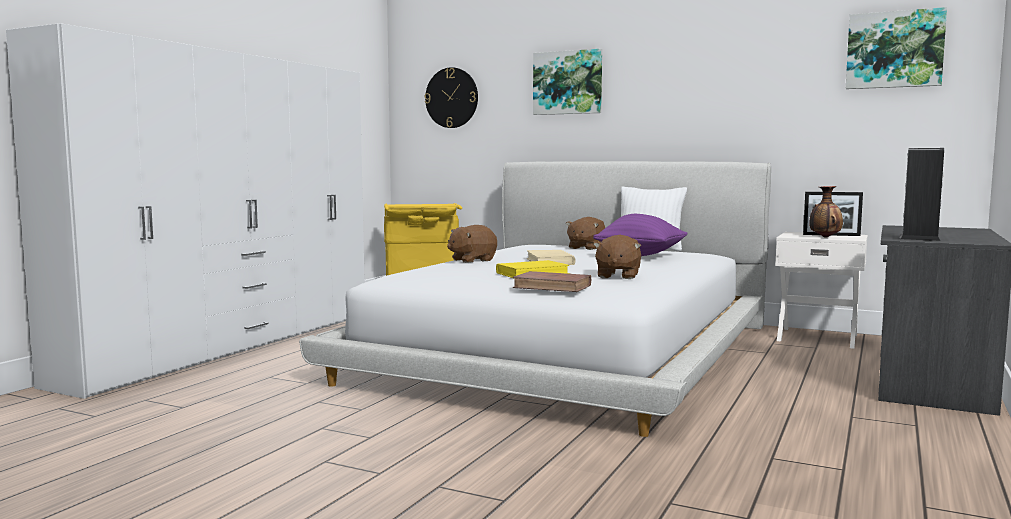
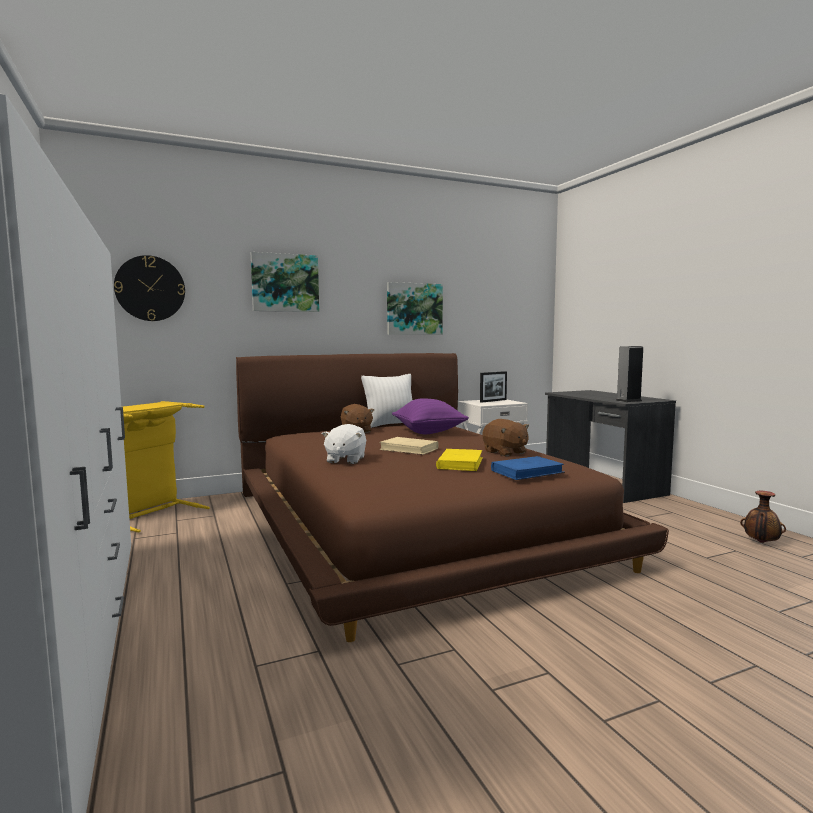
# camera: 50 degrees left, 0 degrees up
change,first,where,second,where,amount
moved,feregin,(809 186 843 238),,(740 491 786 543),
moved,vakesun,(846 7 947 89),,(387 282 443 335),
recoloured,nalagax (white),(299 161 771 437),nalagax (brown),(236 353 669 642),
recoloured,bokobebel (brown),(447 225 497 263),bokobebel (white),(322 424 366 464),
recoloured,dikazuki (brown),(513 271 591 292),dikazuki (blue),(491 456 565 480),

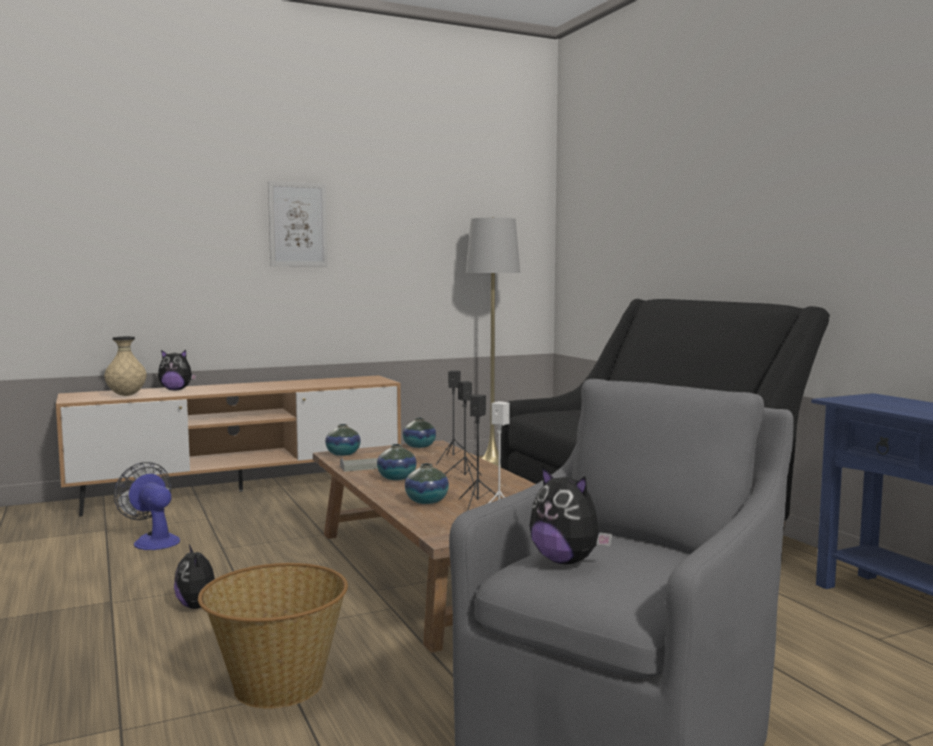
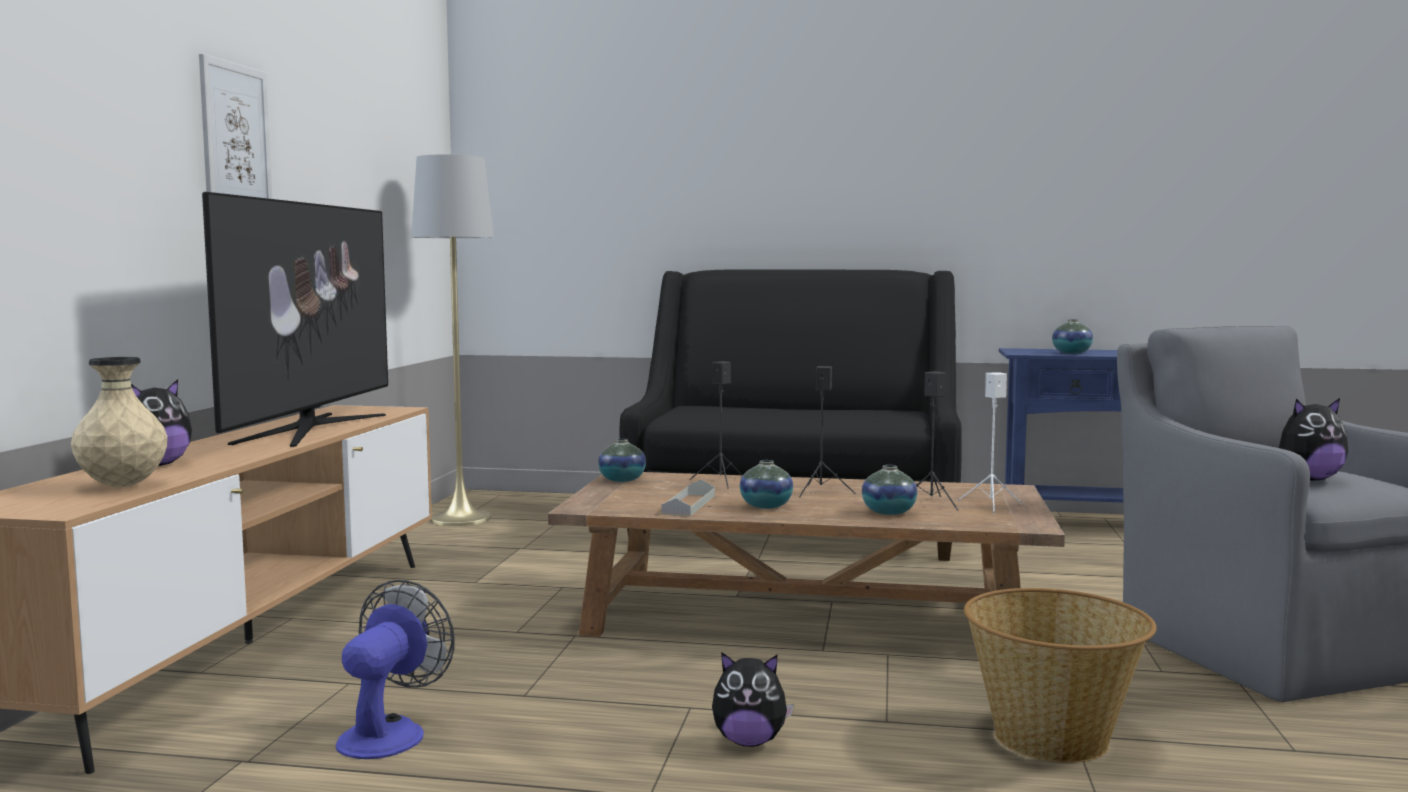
# camera: 55 degrees left, 0 degrees up
change,first,where,second,where,amount
added,,,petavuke,(202 192 388 447),
moved,feregin,(325 424 361 456),,(1052 319 1093 354),
turned,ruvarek,(114 462 180 550),,(336 580 455 759),120 degrees clockwise

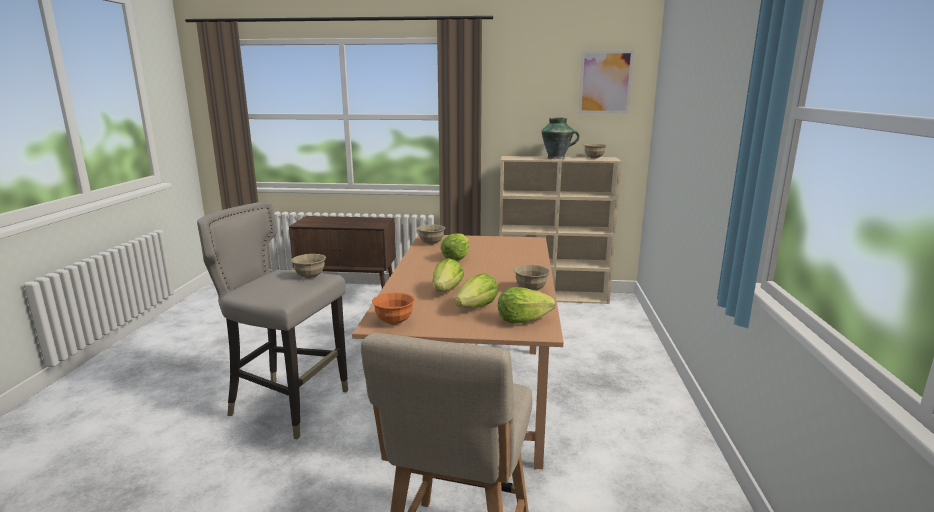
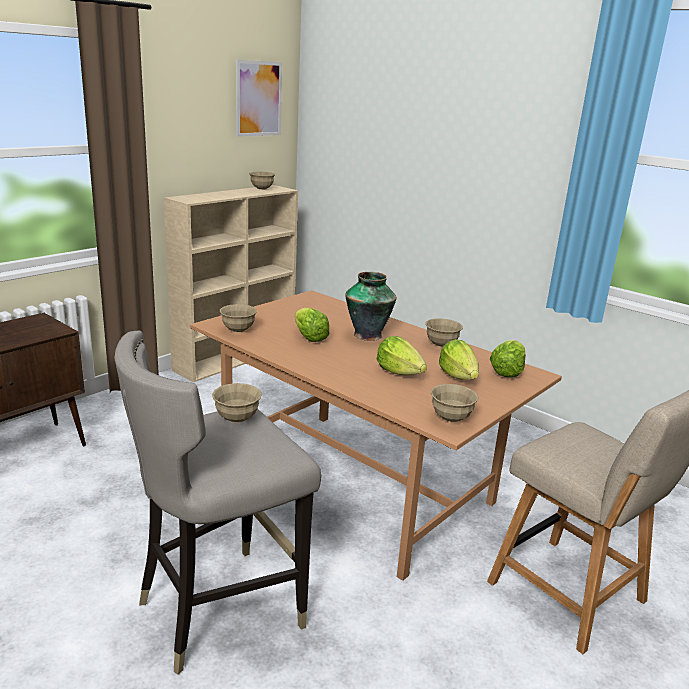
# camera: 55 degrees left, 5 degrees up
change,first,where,second,where,amount
moved,feregin,(542 118 579 159),,(345 272 397 341),
recoloured,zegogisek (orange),(372 292 415 325),zegogisek (beige),(430 384 479 422),

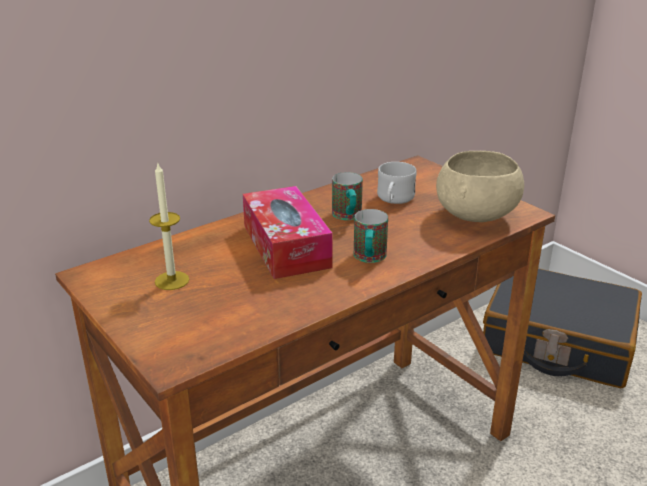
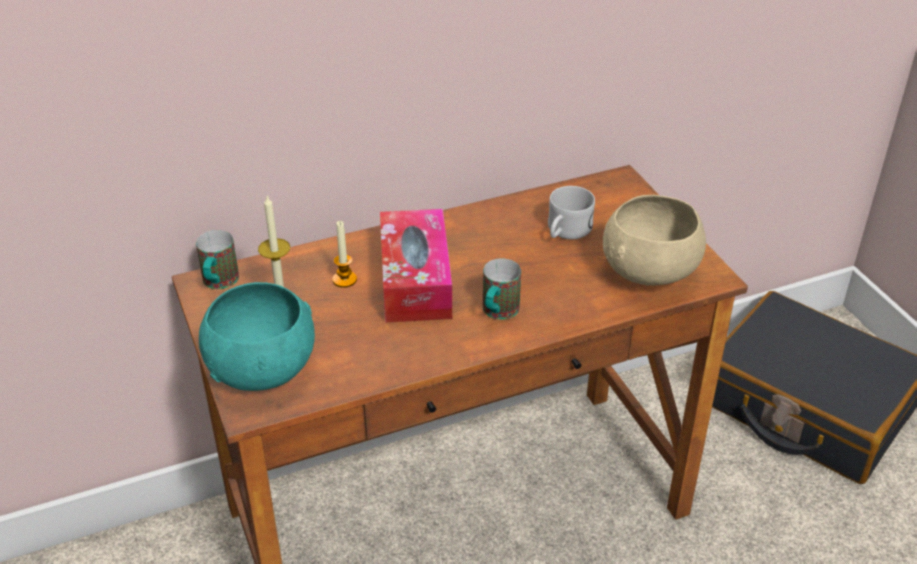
# camera: 15 degrees right, 10 degrees up
change,first,where,second,where,amount
added,,,zegogisek (turquoise),(199 282 315 391),
added,,,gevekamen,(332 221 357 288),
moved,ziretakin,(332 172 363 220),,(196 230 239 289),

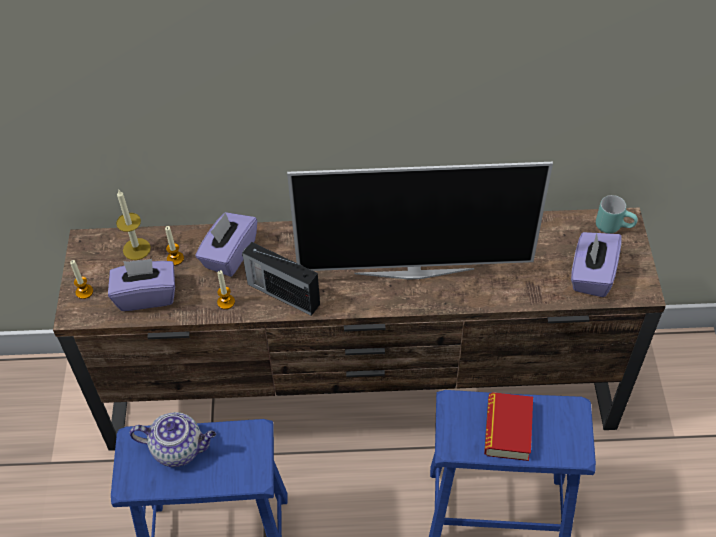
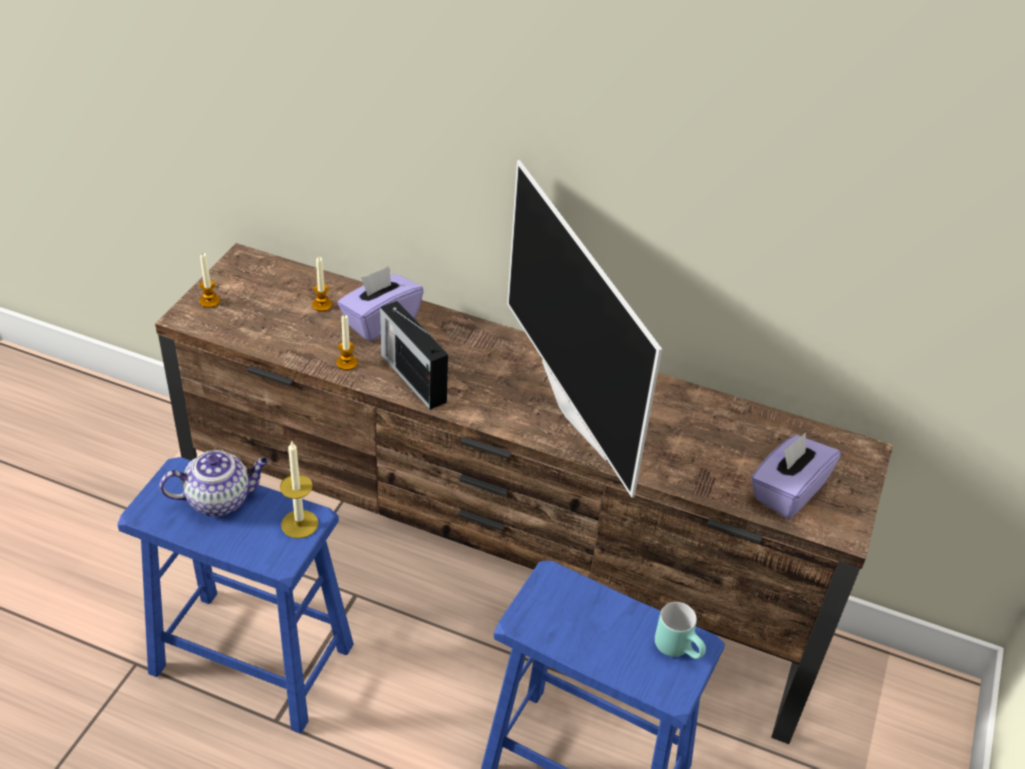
# camera: 20 degrees right, 10 degrees down
change,first,where,second,where,amount
removed,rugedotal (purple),(108 259 175 311),,,
removed,dikazuki,(484 392 533 461),,,
moved,gevekamen,(116 189 151 260),,(280 440 319 539),
moved,ziretakin (turquoise),(596 195 638 233),,(655 602 706 659),
turned,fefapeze,(130 412 216 467),,(160 450 269 516),45 degrees counterclockwise
turned,petavuke,(287 162 553 280),,(507 160 662 498),45 degrees clockwise

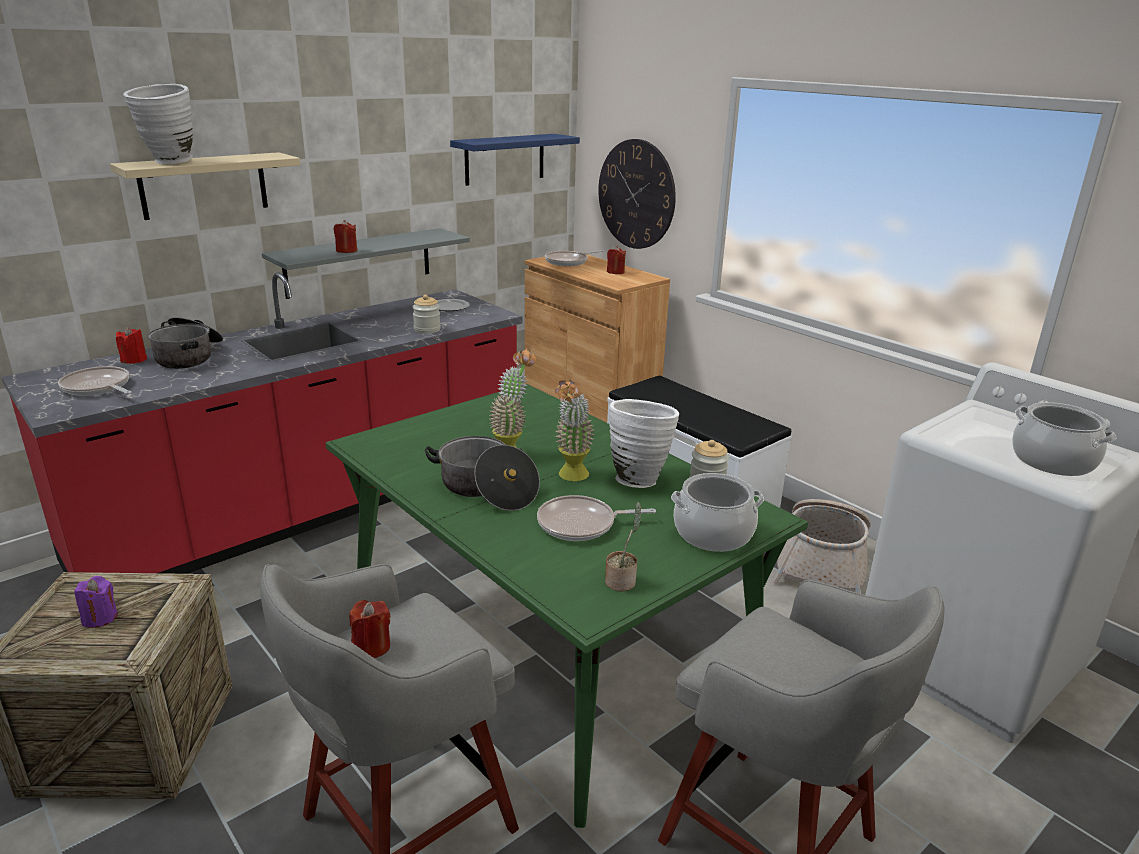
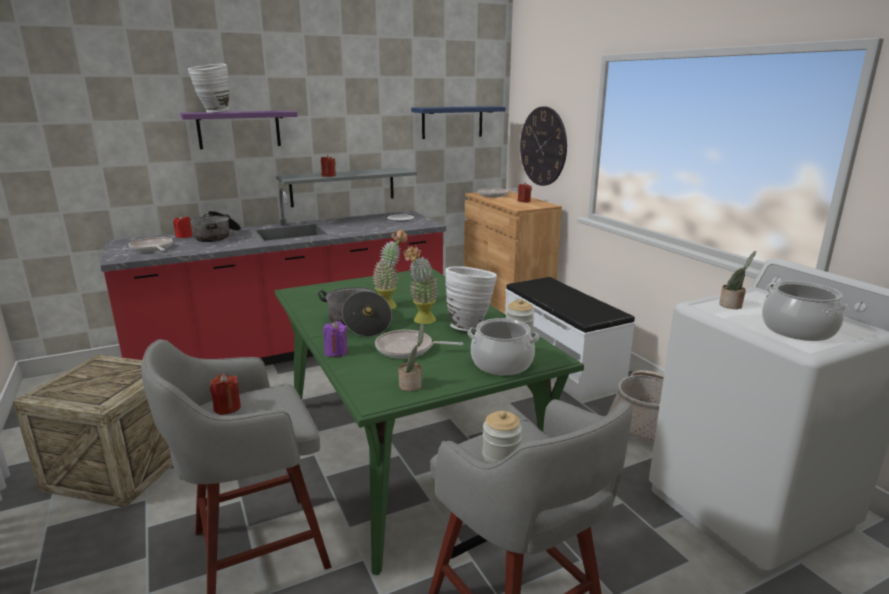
# camera: 15 degrees right, 5 degrees down
change,first,where,second,where,amount
added,,,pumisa,(719 251 756 309),
moved,gevekamen (purple),(74 576 118 628),,(323 321 348 357),
moved,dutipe,(412 295 441 334),,(482 411 522 464),
recoloured,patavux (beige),(110 152 301 220),patavux (purple),(180 110 298 149),

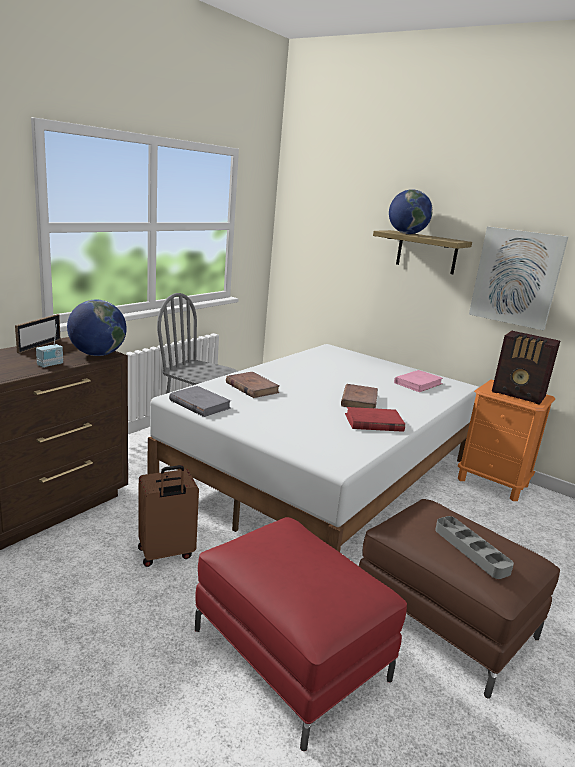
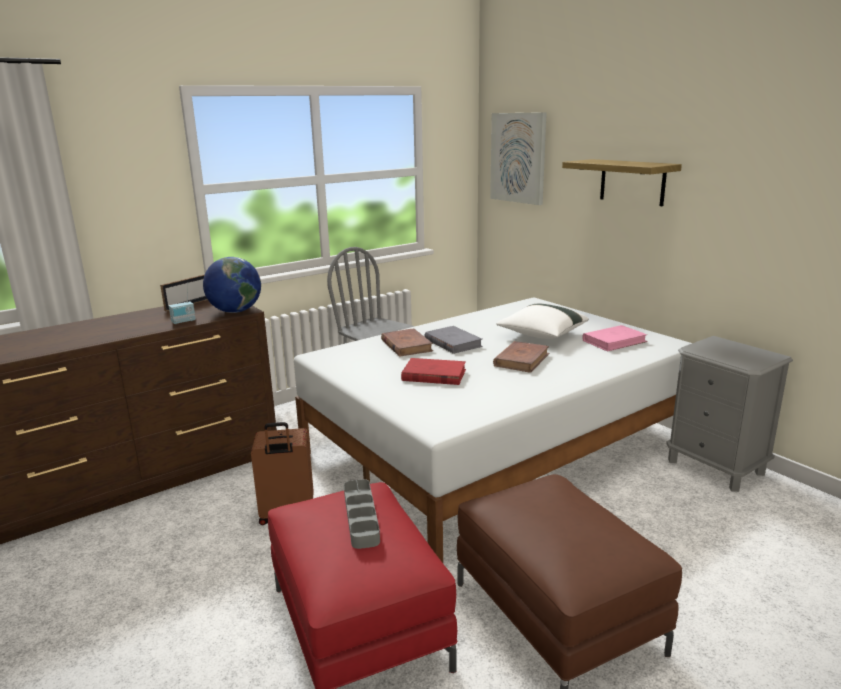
# camera: 20 degrees right, 0 degrees up
change,first,where,second,where,amount
removed,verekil,(389 189 433 234),,,
removed,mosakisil,(492 331 560 404),,,
added,,,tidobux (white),(496 304 589 339),
moved,dikazuki (grey),(169 386 231 417),,(424 326 483 354),
moved,dikazuki (red),(345 407 405 432),,(401 358 466 385),
moved,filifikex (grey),(435 516 514 579),,(344 479 380 549),
moved,vakesun,(469 226 568 330),,(490 112 547 205),
recoloured,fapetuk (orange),(458 379 555 501),fapetuk (grey),(666 336 793 492),

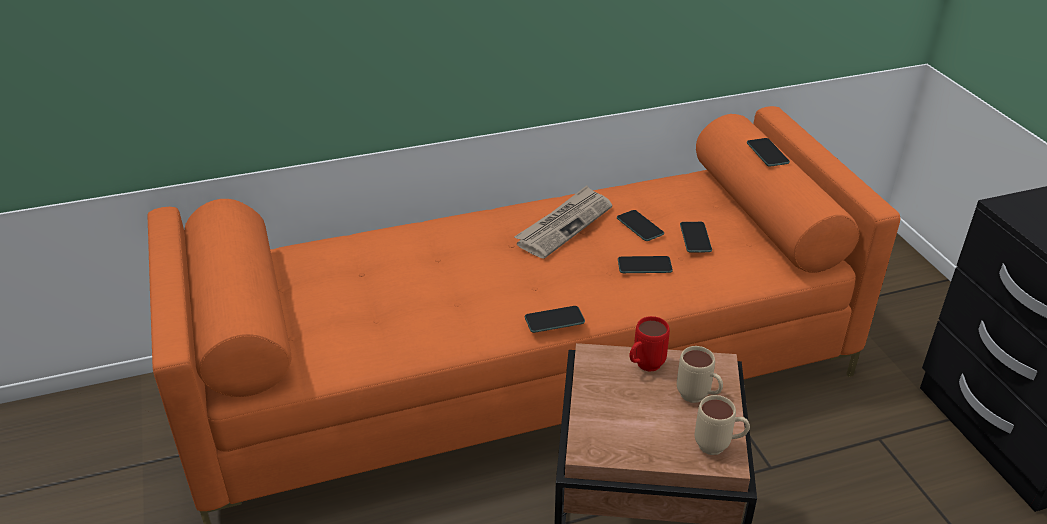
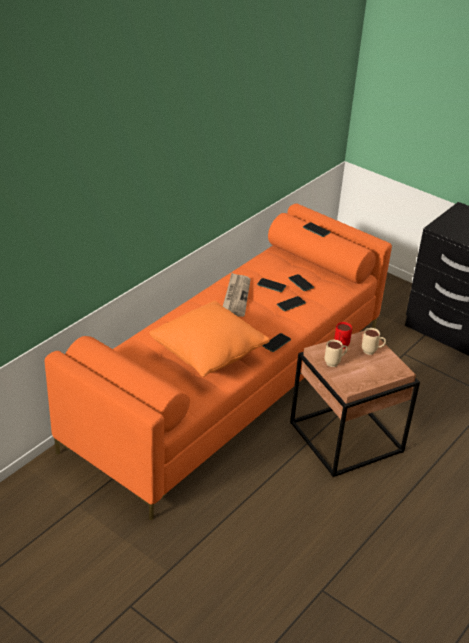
# camera: 35 degrees left, 0 degrees up
change,first,where,second,where,amount
added,,,tidobux (orange),(149 300 269 377),
moved,ziretakin (beige),(695 395 750 455),,(325 340 348 367),

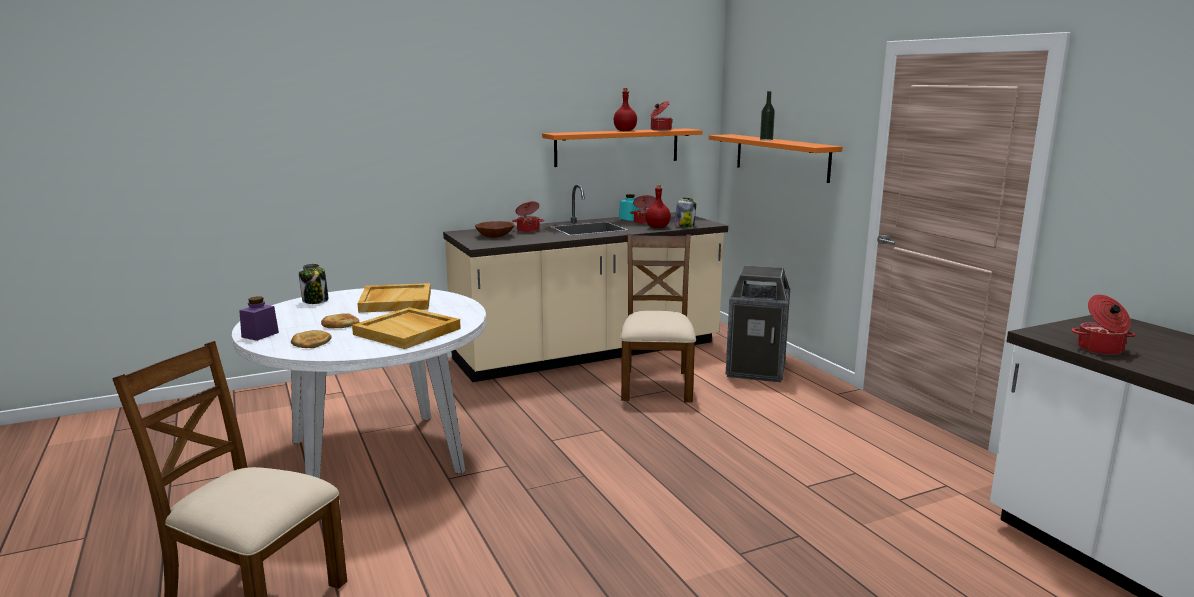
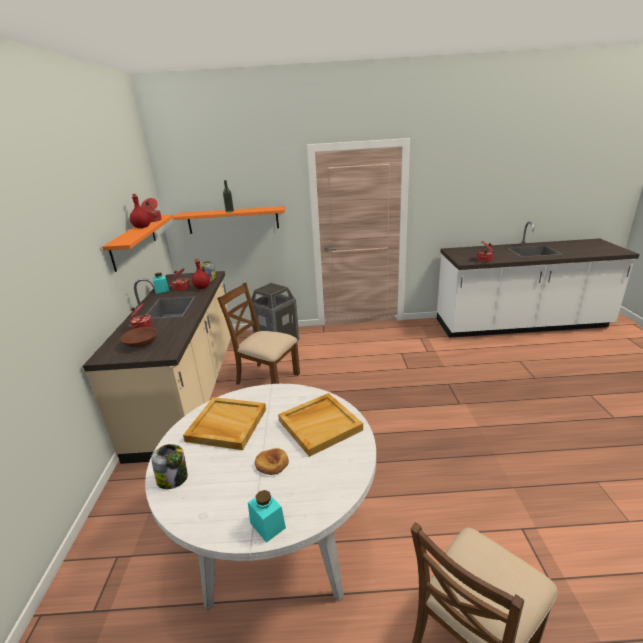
# camera: 65 degrees left, 10 degrees up
change,first,where,second,where,amount
removed,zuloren,(291 330 331 348),,,
recoloured,dutipe (purple),(239 297 279 341),dutipe (turquoise),(248 490 286 543),

